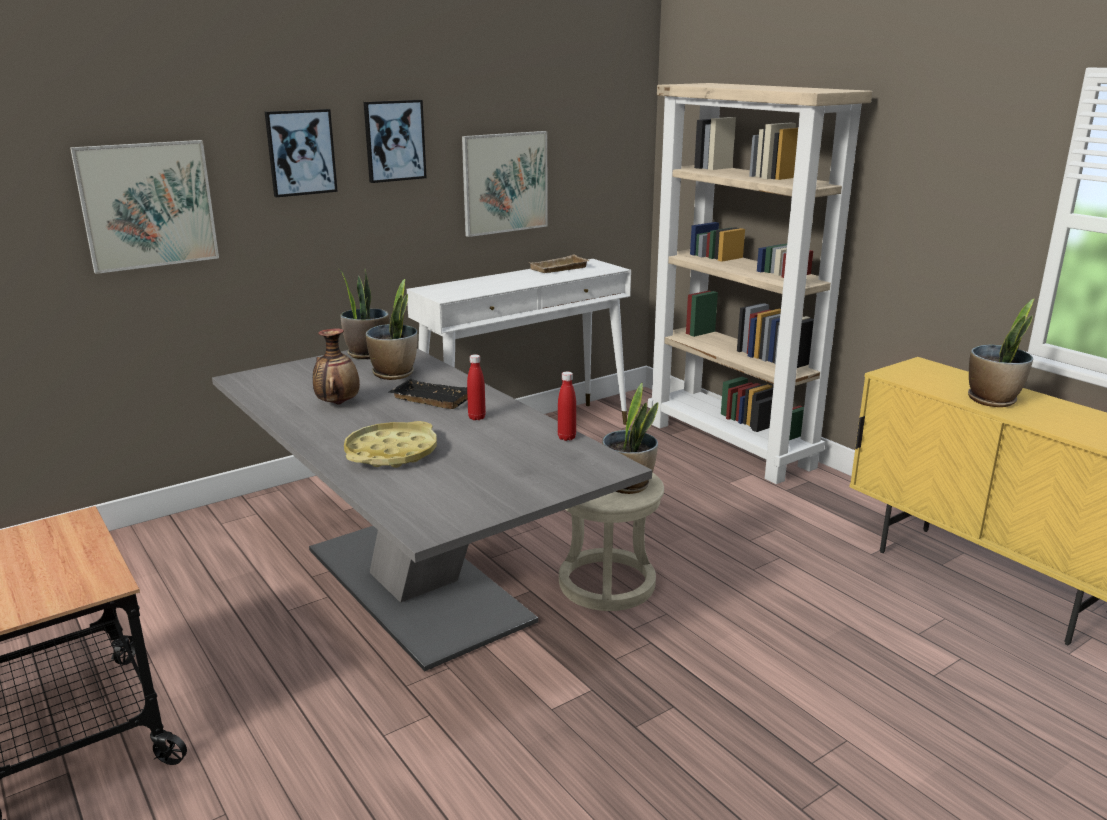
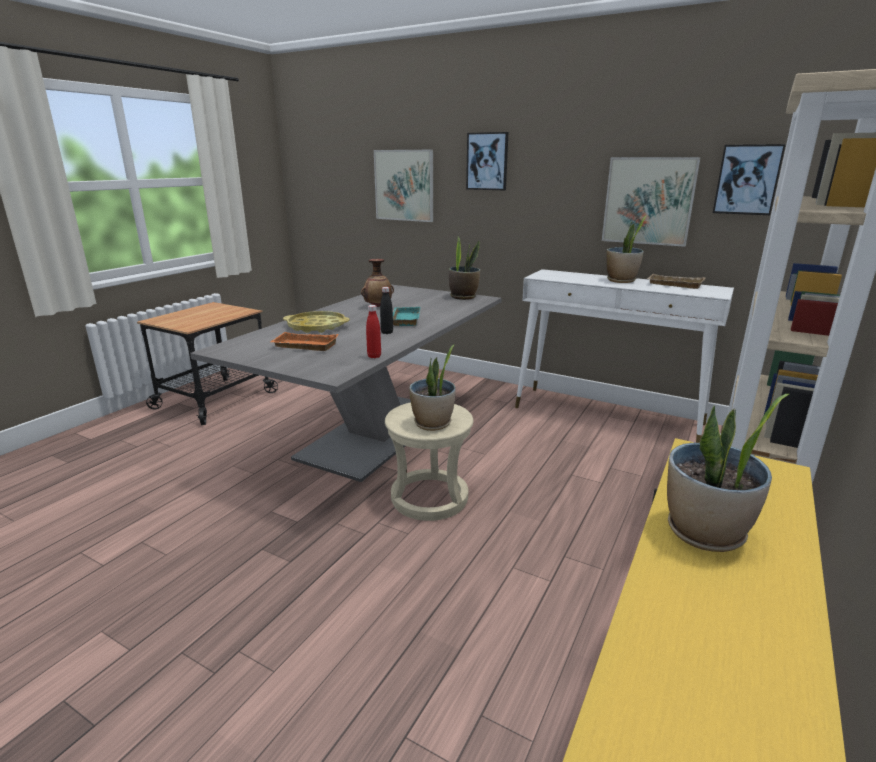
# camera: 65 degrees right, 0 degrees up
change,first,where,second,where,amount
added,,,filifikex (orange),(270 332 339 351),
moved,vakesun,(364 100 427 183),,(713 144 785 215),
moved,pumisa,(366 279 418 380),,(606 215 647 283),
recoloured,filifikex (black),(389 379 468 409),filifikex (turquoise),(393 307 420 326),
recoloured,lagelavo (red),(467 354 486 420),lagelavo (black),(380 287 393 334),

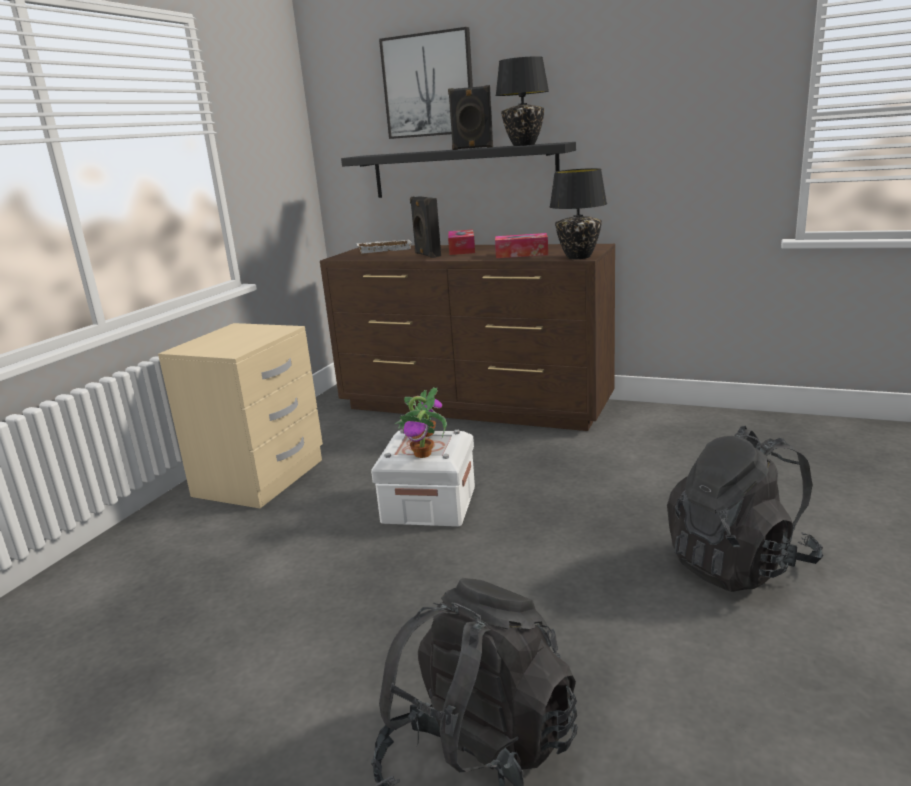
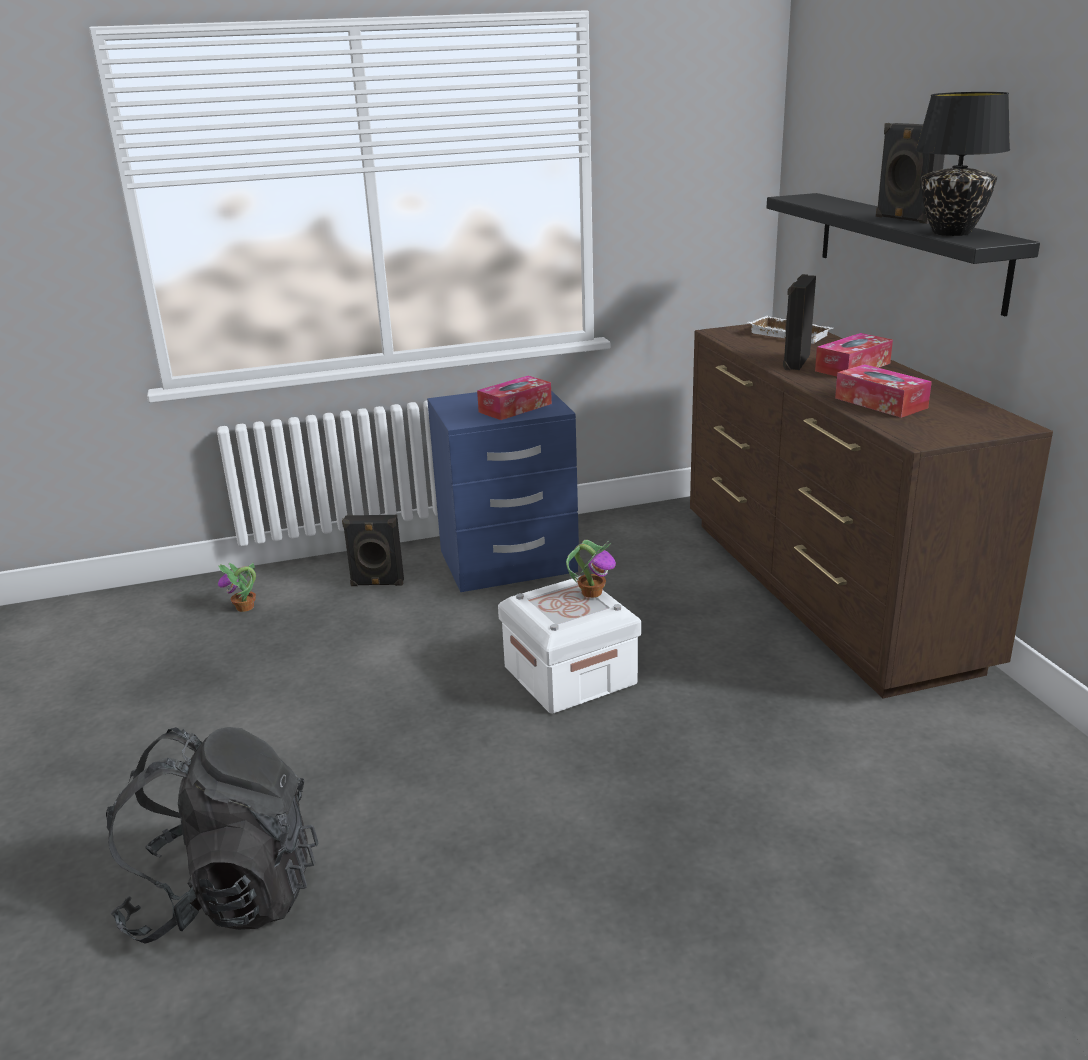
# camera: 50 degrees right, 5 degrees up
change,first,where,second,where,amount
removed,vakesun,(379 27 473 139),,,
removed,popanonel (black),(550 168 607 259),,,
removed,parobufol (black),(667 426 823 592),,,
added,,,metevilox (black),(342 515 404 586),
added,,,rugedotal,(477 376 552 420),
moved,pumisa,(395 410 447 458),,(218 563 256 612),
recoloured,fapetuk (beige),(158 323 323 508),fapetuk (blue),(427 390 579 592),

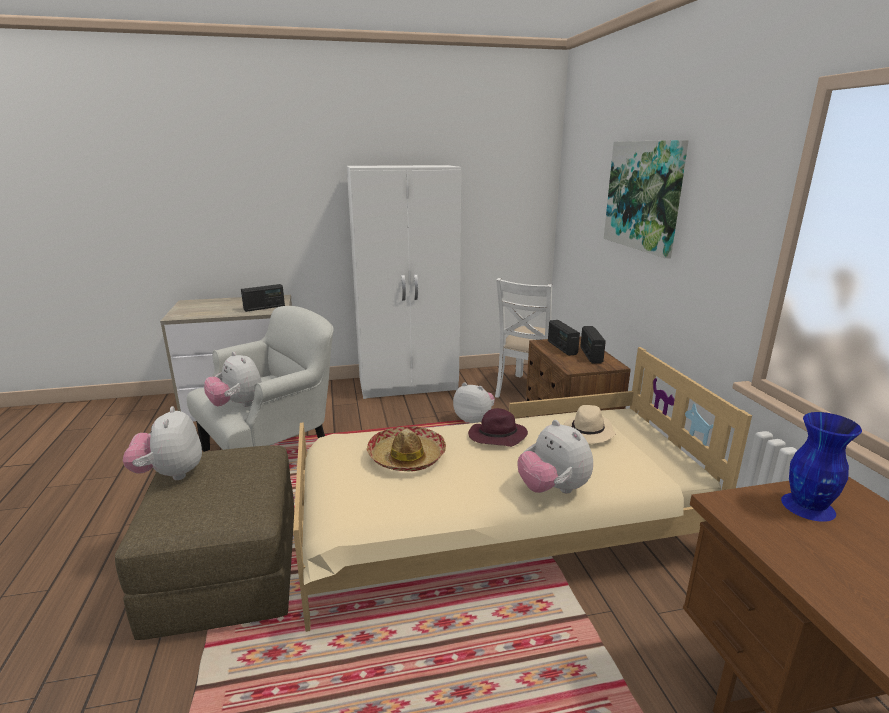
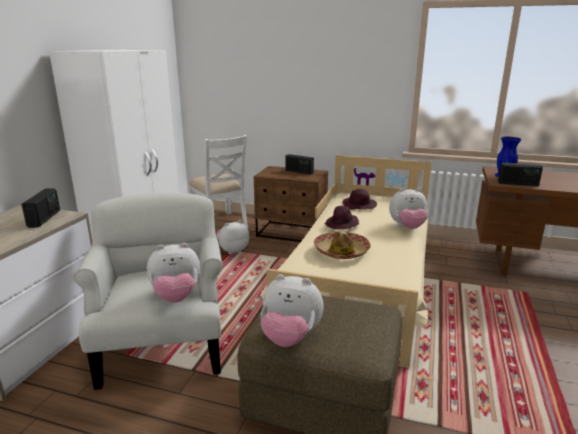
# camera: 60 degrees left, 0 degrees up
change,first,where,second,where,amount
removed,vakesun,(604 140 689 258),,,
moved,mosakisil,(548 320 580 356),,(498 163 543 186),
recoloured,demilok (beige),(564 405 616 444),demilok (purple),(342 189 377 210),

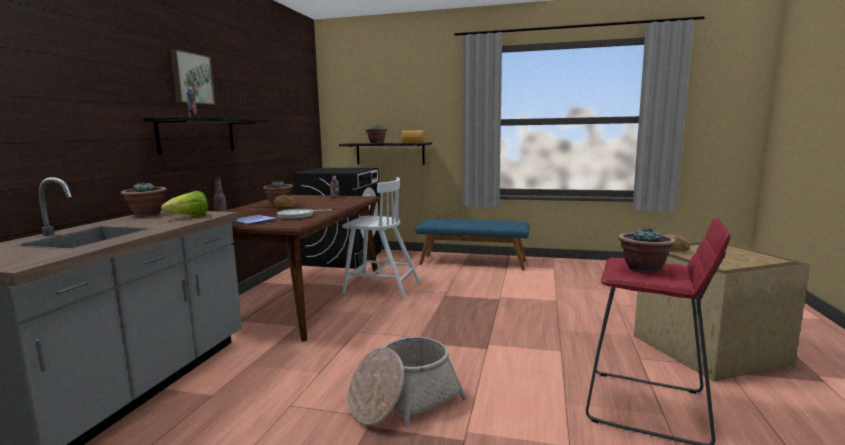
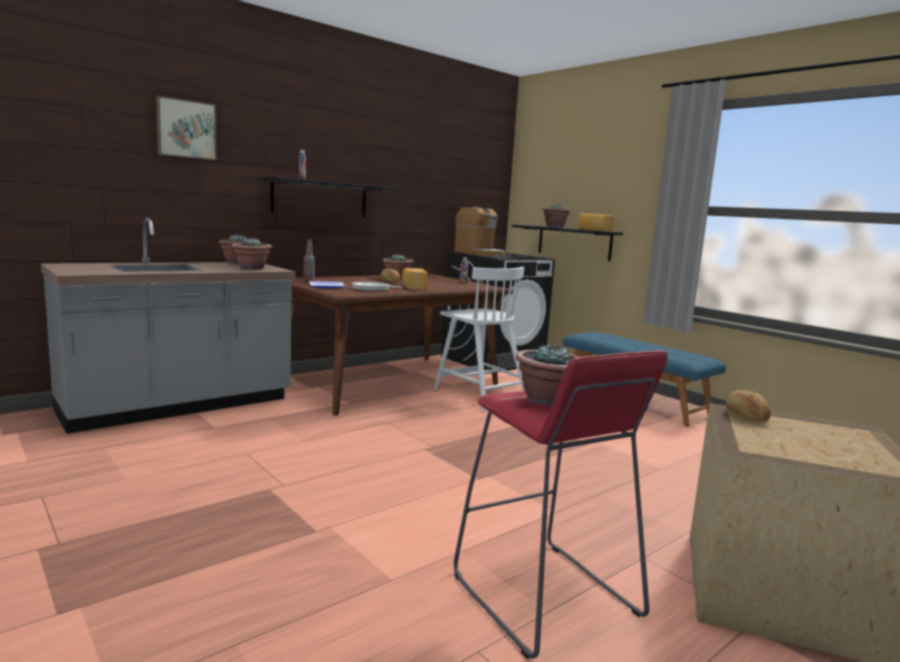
# camera: 35 degrees right, 0 degrees up
change,first,where,second,where,amount
removed,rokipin,(348 337 467 427),,,
added,,,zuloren,(402 268 427 290),
added,,,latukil,(454 207 505 257),
moved,vakesun,(170 49 215 105),,(156 96 217 160),
replaced,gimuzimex,(161 191 208 216),pumisa,(231 237 272 270),

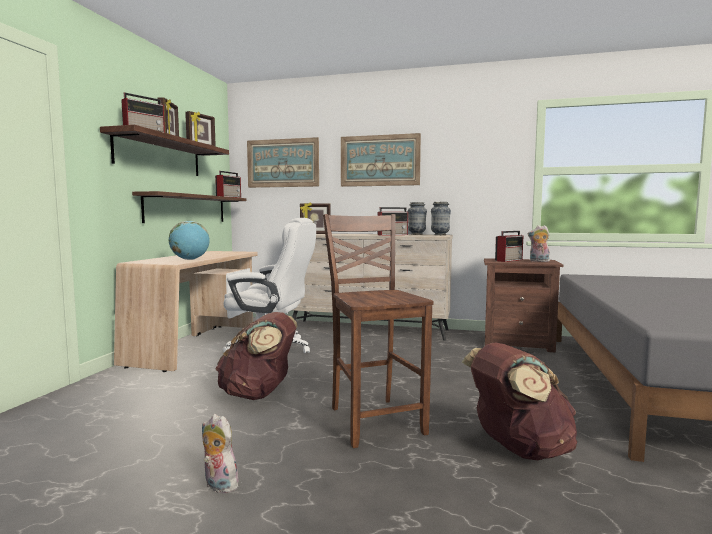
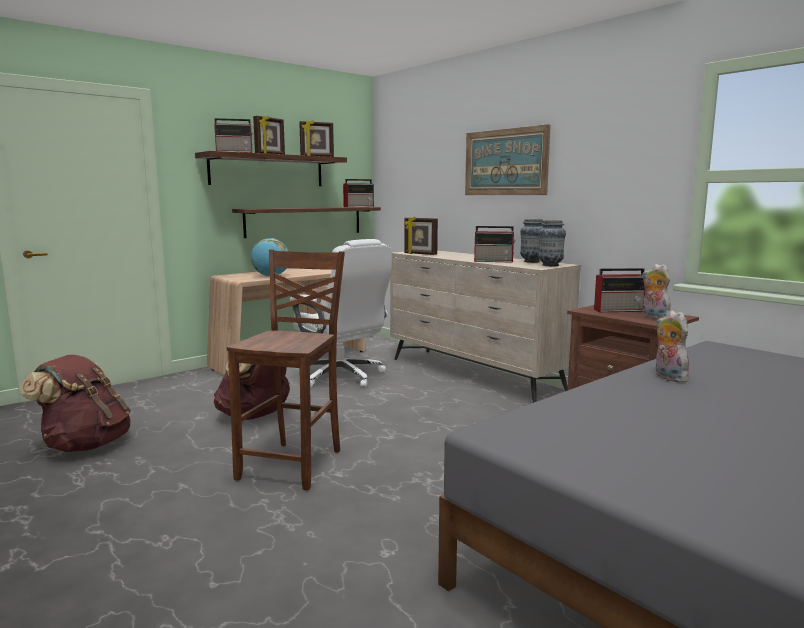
# camera: 35 degrees right, 5 degrees up
change,first,where,second,where,amount
removed,vakesun,(247 137 319 188),,,
moved,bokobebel,(202 414 239 493),,(655 310 689 382),
moved,parobufol (brown),(462 342 577 460),,(19 355 131 452),

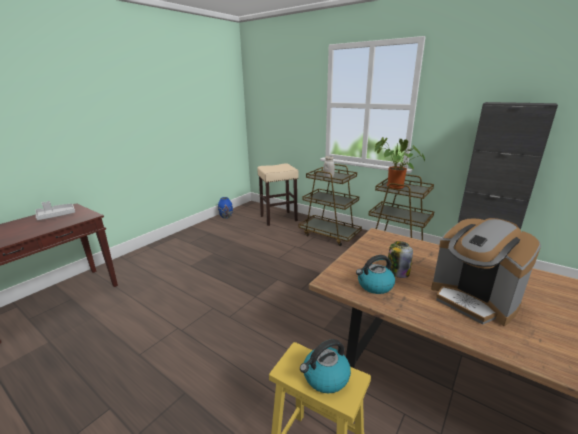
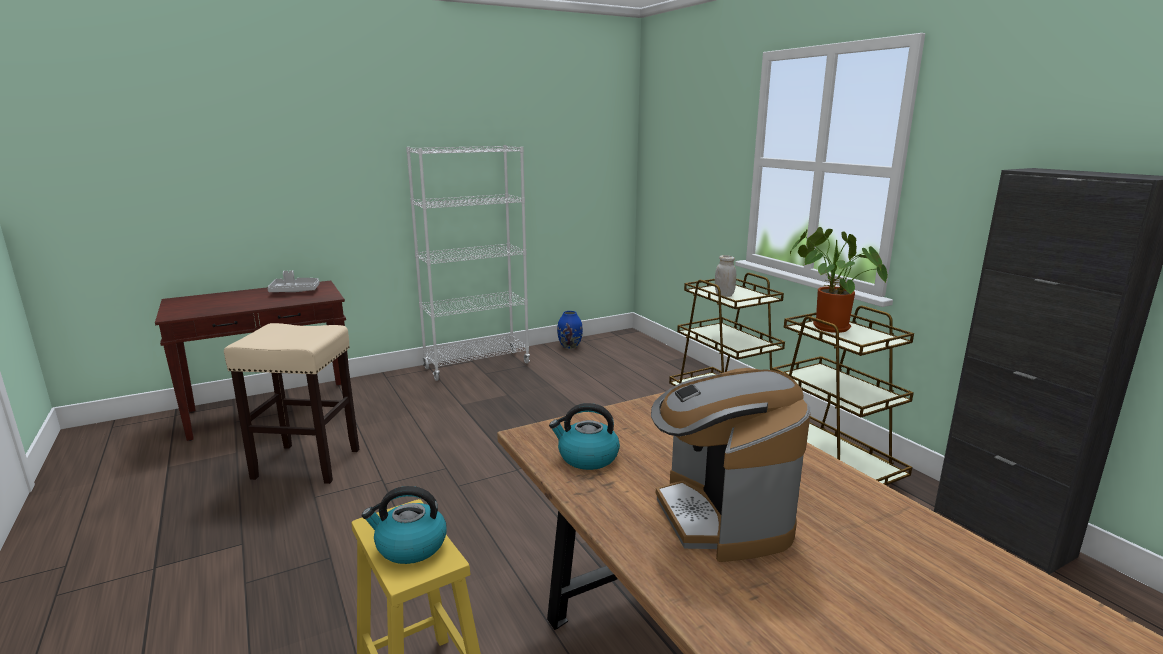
# camera: 25 degrees right, 5 degrees down
change,first,where,second,where,amount
removed,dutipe,(388 241 413 278),,,
added,,,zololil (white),(406 145 530 381),
moved,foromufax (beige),(257 163 298 226),,(224 323 359 484),

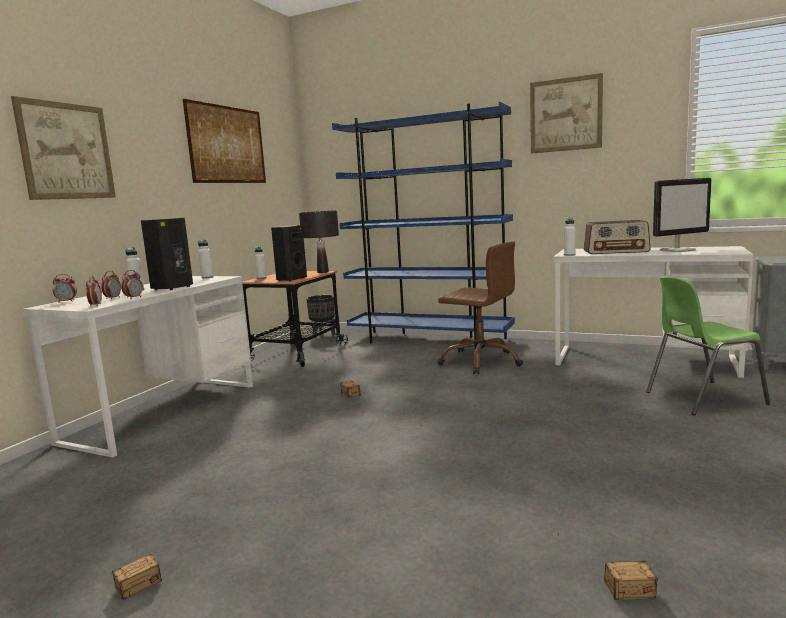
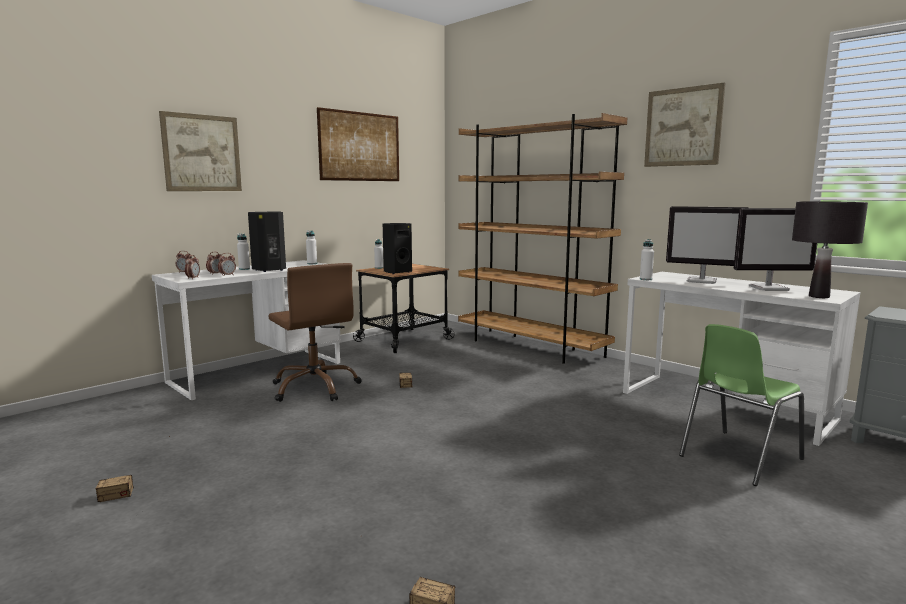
# camera: 20 degrees right, 0 degrees up
change,first,where,second,where,amount
removed,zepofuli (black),(306 295 335 338),,,
moved,popanonel (black),(299 210 339 273),,(792 201 868 298),
moved,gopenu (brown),(437 241 523 374),,(268 263 362 402),
replaced,mosakisil,(583 220 651 254),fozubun,(666 206 749 284),
recoloured,zololil (blue),(332 102 515 349),zololil (brown),(458 113 627 364),
turned,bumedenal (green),(646 277 770 415),,(679 324 804 486),45 degrees counterclockwise

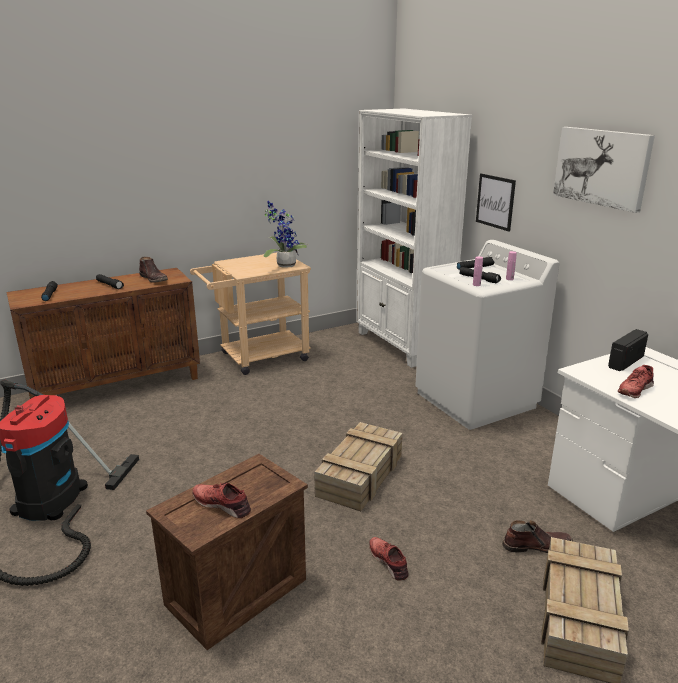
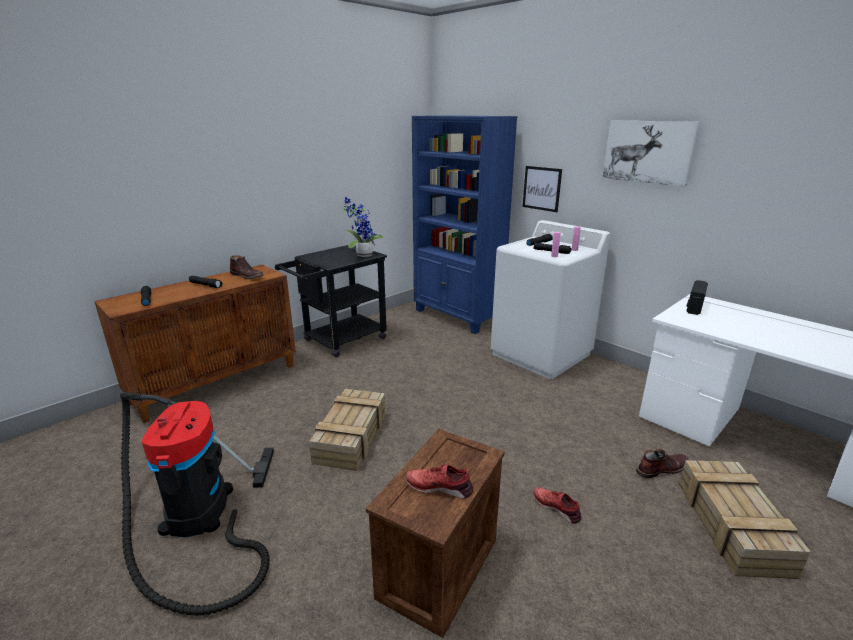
# camera: 15 degrees left, 0 degrees up
change,first,where,second,where,amount
removed,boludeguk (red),(618 365 654 398),,,
moved,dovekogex,(314 422 403 511),,(309 389 385 471),
recoloured,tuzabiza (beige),(190 253 311 375),tuzabiza (black),(275 245 387 358),
recoloured,zololil (white),(356 109 472 368),zololil (blue),(412 115 517 334),

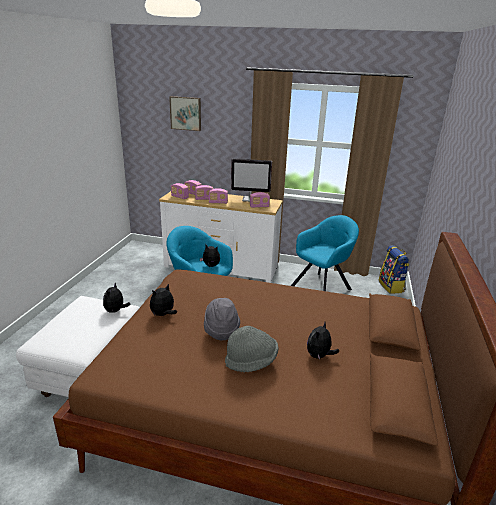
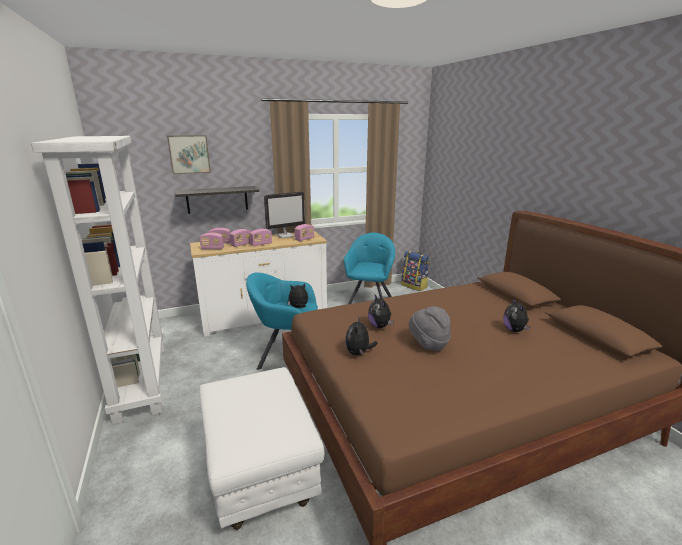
# camera: 35 degrees left, 5 degrees down
change,first,where,second,where,amount
removed,demilok (grey),(225 326 279 372),,,
added,,,zololil (white),(31 136 165 424),
added,,,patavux,(175 186 259 214),
moved,bokobebel,(103 283 130 313),,(368 295 393 328),

